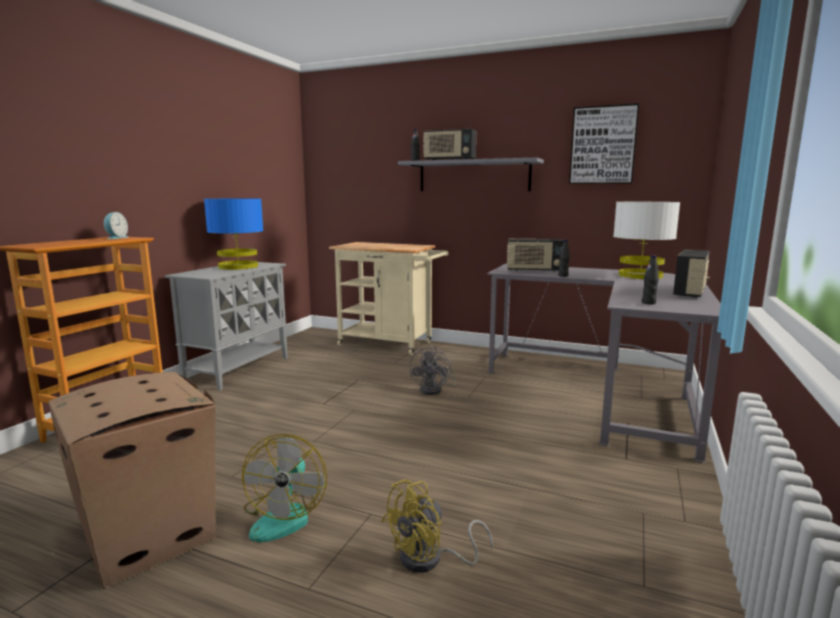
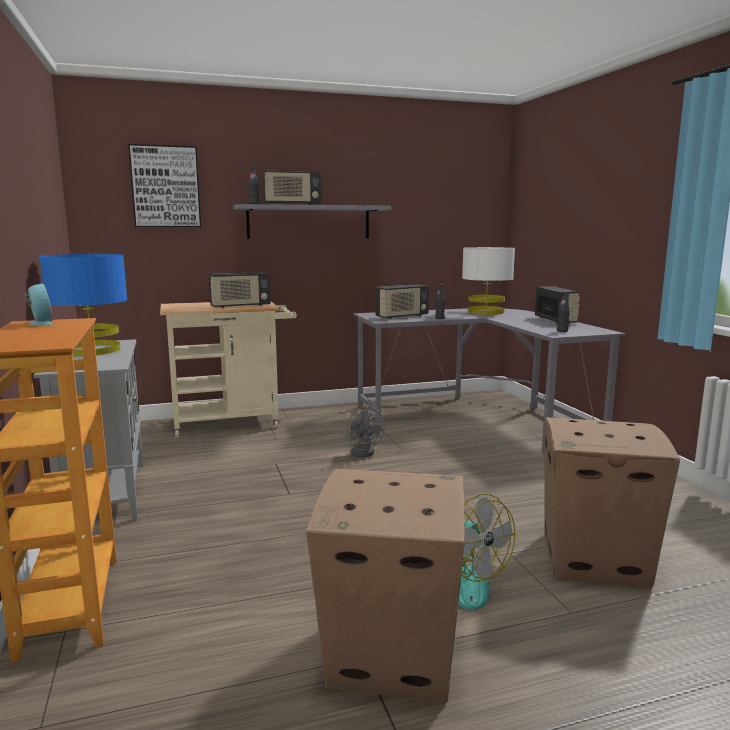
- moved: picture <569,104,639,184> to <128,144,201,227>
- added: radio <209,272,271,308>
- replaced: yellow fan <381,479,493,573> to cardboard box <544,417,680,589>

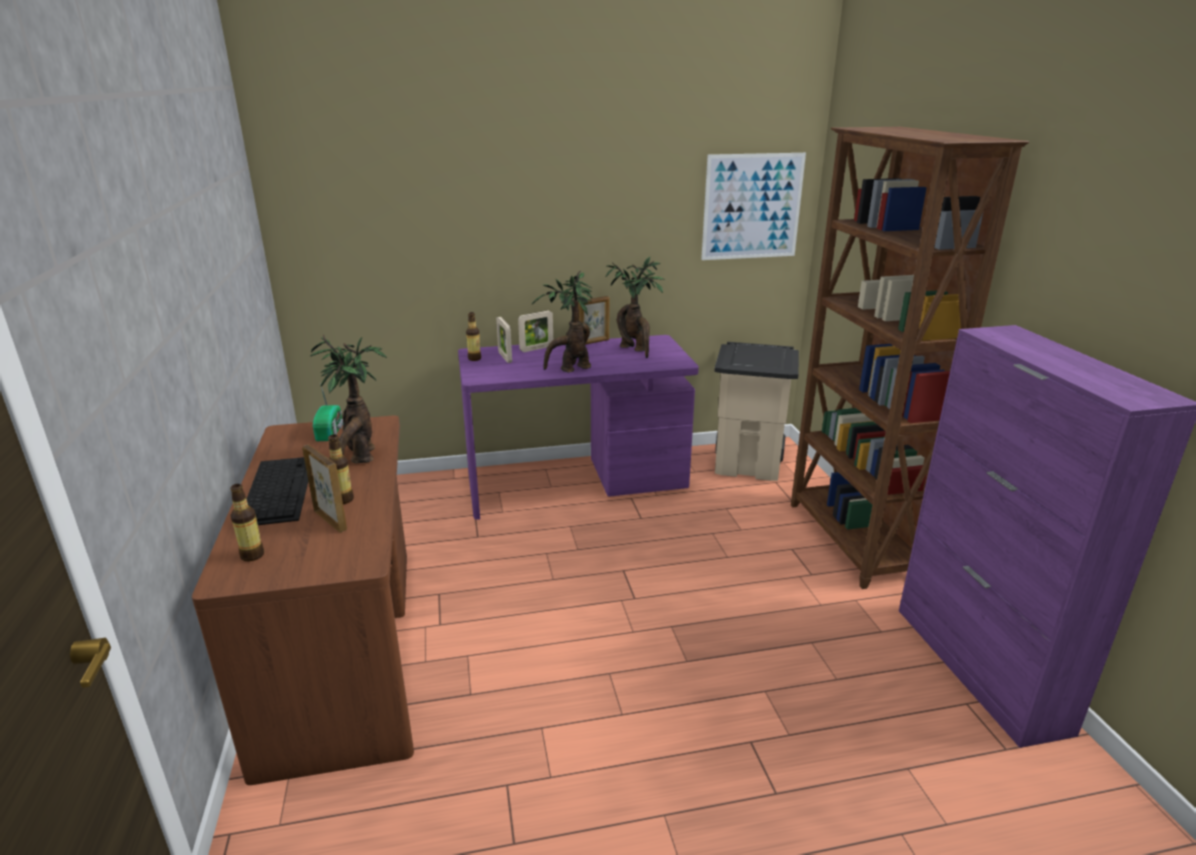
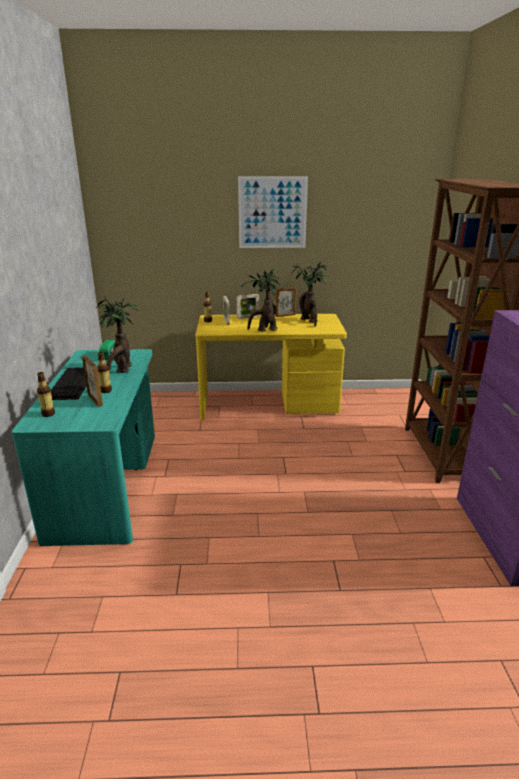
- recoloured: brownish desk unit <192,415,414,785> to turquoise desk unit <12,349,155,546>
- recoloured: purple-coloured desk unit <458,335,699,520> to yellow desk unit <196,314,347,421>
- moved: picture <701,153,806,260> to <238,176,308,248>
- removed: beige-coloured rubbish bin <714,342,799,481>

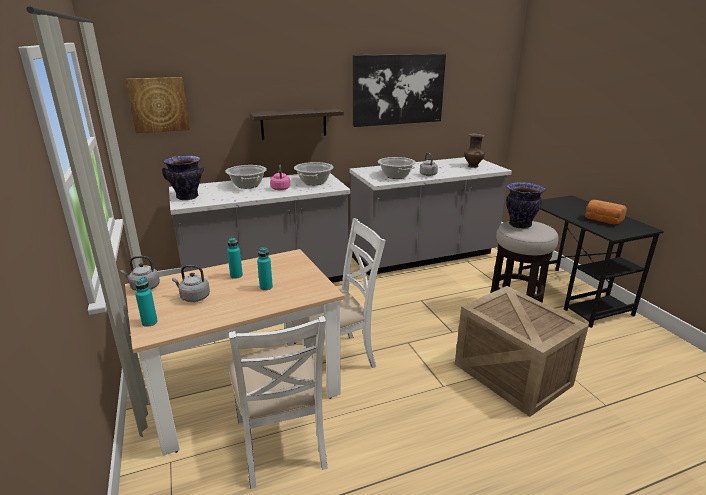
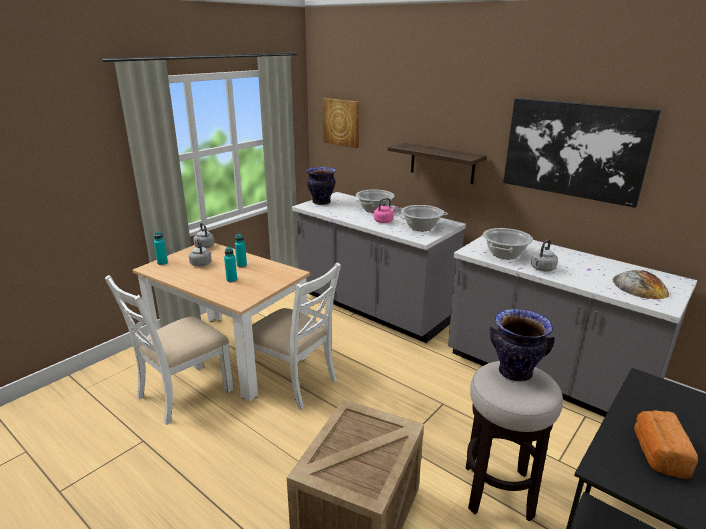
- replaced: brownish decorative vase <464,133,485,168> to baked bread <612,270,669,299>

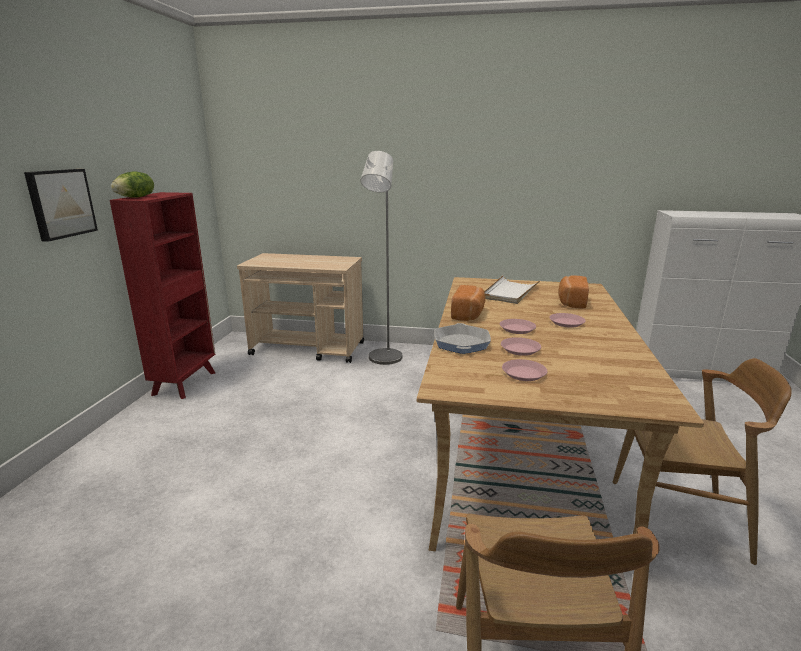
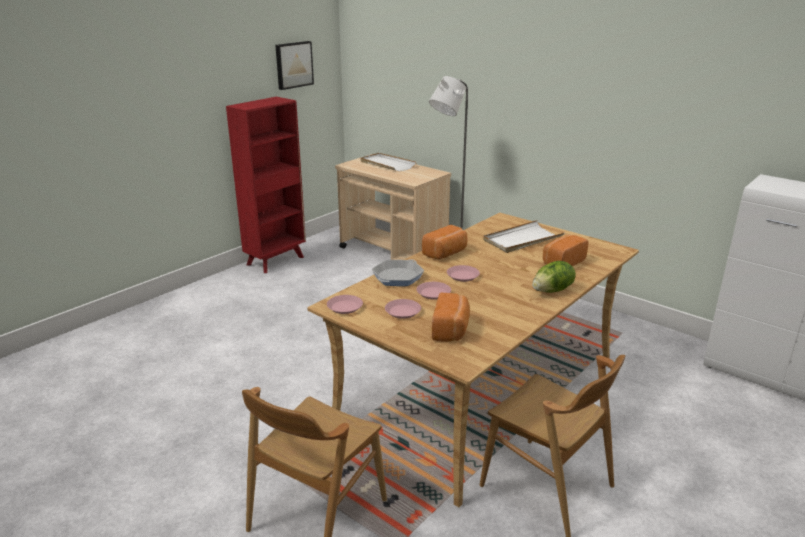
- moved: picture <24,169,98,242> to <275,41,314,90>
- moved: pink flat dish <549,313,586,328> to <327,295,363,314>
- added: whitish carrying tray <360,153,417,171>
- added: baked bread <432,293,470,342>
- moved: head of lettuce <111,171,154,198> to <532,261,576,293>

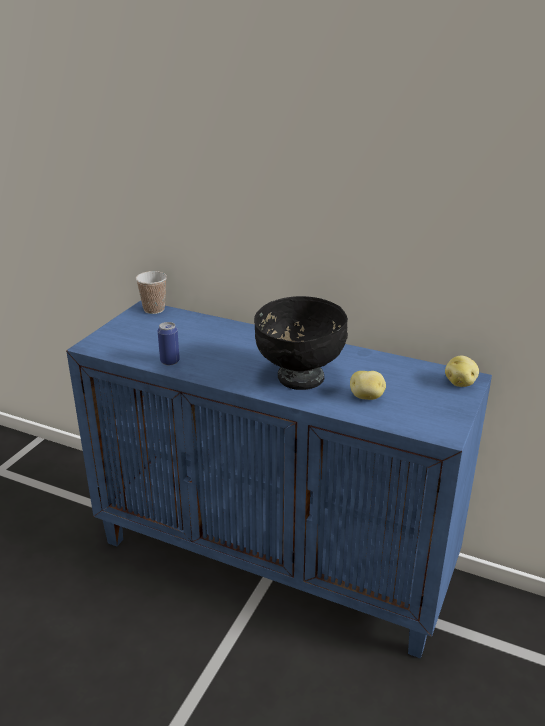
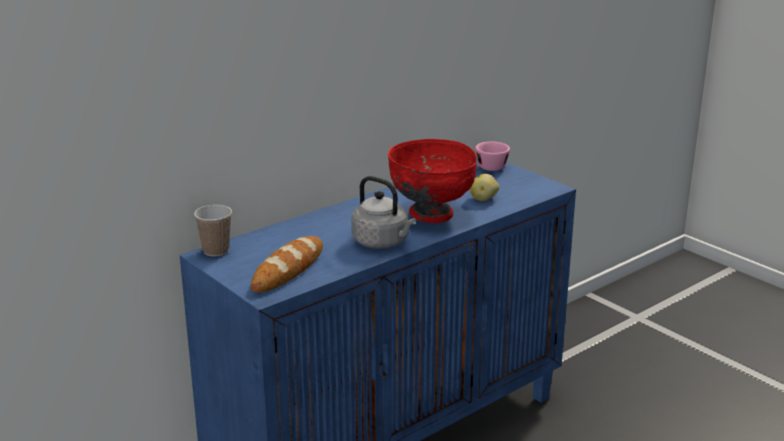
- added: baked bread <251,236,323,293>
- added: gray water kettle <351,176,416,249>
- recoloured: black-coloured serving bowl <254,296,348,390> to red serving bowl <388,139,477,223>
- replaced: potato <445,356,479,387> to pink cup <475,142,510,171>
- removed: sealed can <158,322,180,365>

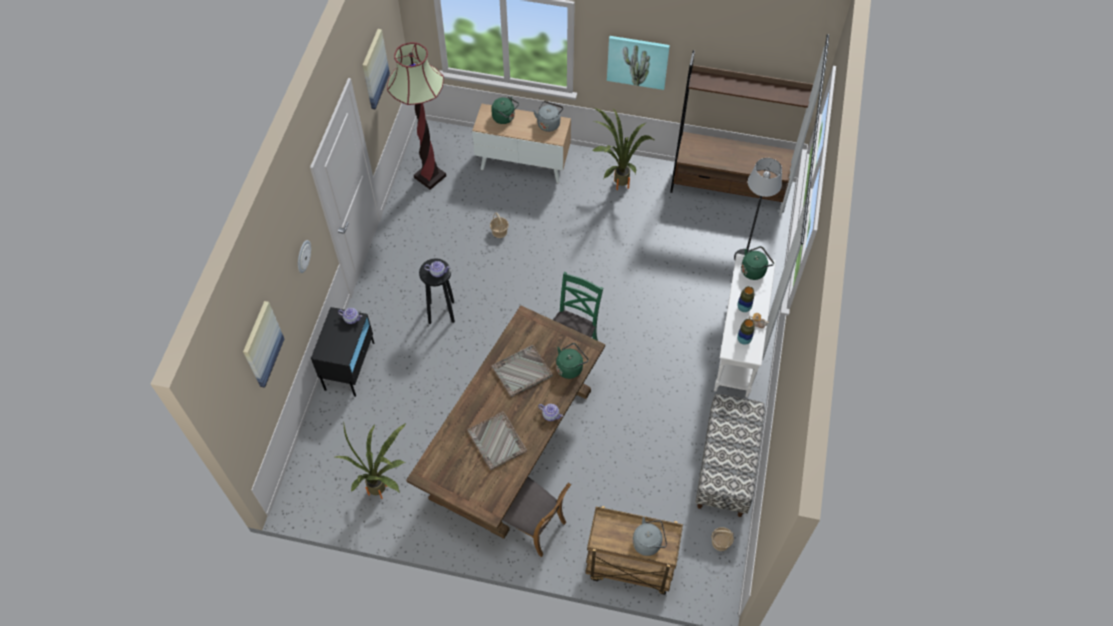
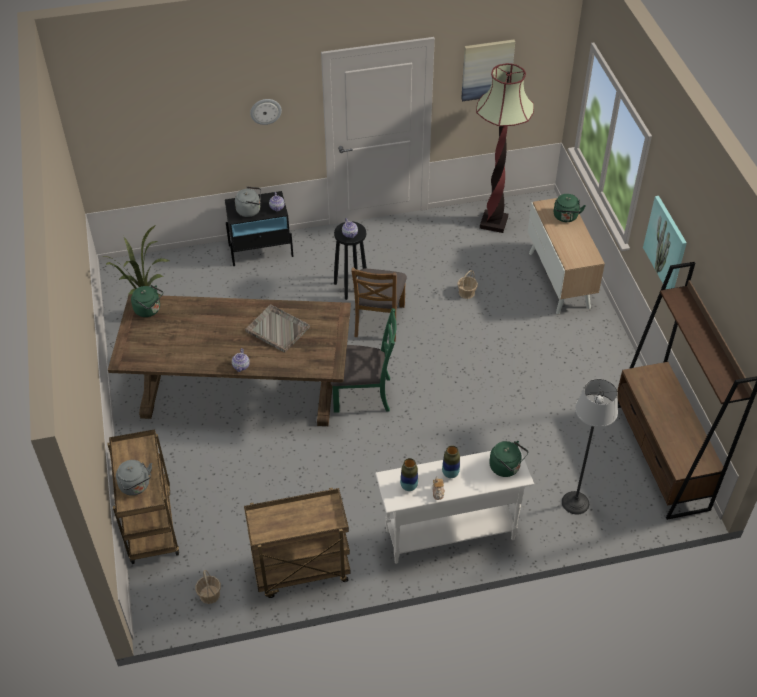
- moved: greenish water kettle <556,343,588,379> to <131,285,163,317>
- moved: gray water kettle <533,101,563,132> to <235,186,261,217>
- replaced: long seat <695,394,765,517> to brownish trolley <244,488,351,598>
- moved: brownish upright chair <498,477,571,557> to <351,268,407,341>
- removed: picture <243,301,284,388>
- removed: gray carrying tray <467,411,527,470>
- removed: plant in a pot <592,108,654,190>

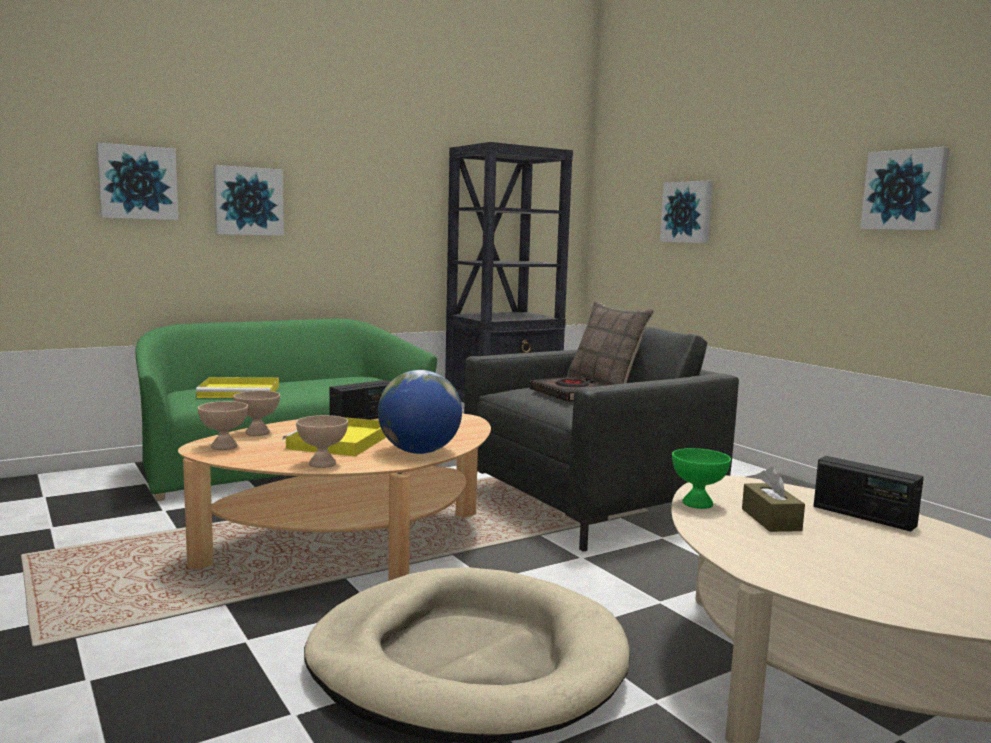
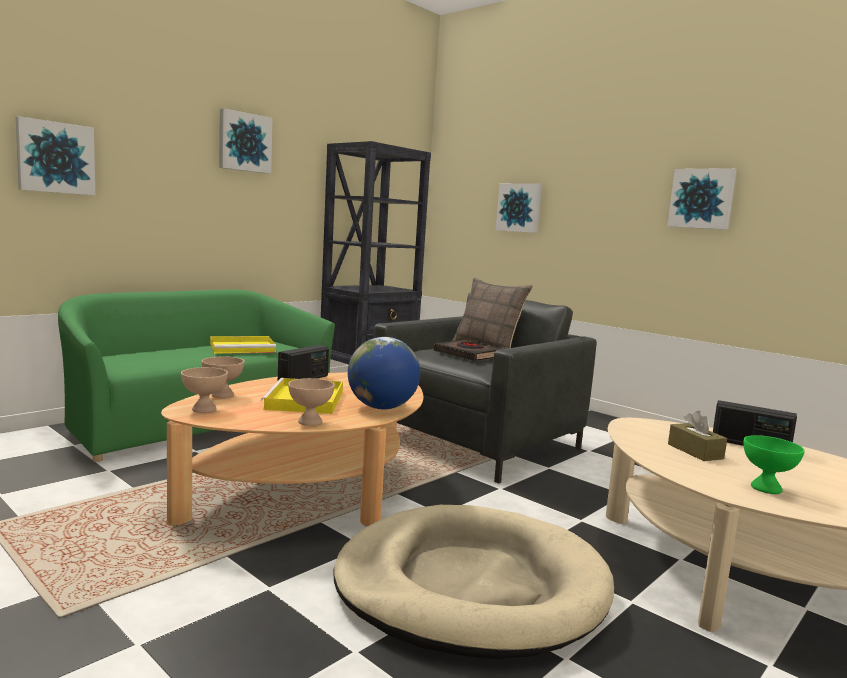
- moved: yellow carrying tray <196,377,279,398> to <210,336,276,354>
- moved: picture <213,165,284,236> to <219,108,272,174>
- moved: greenish serving bowl <672,448,731,509> to <743,435,805,494>

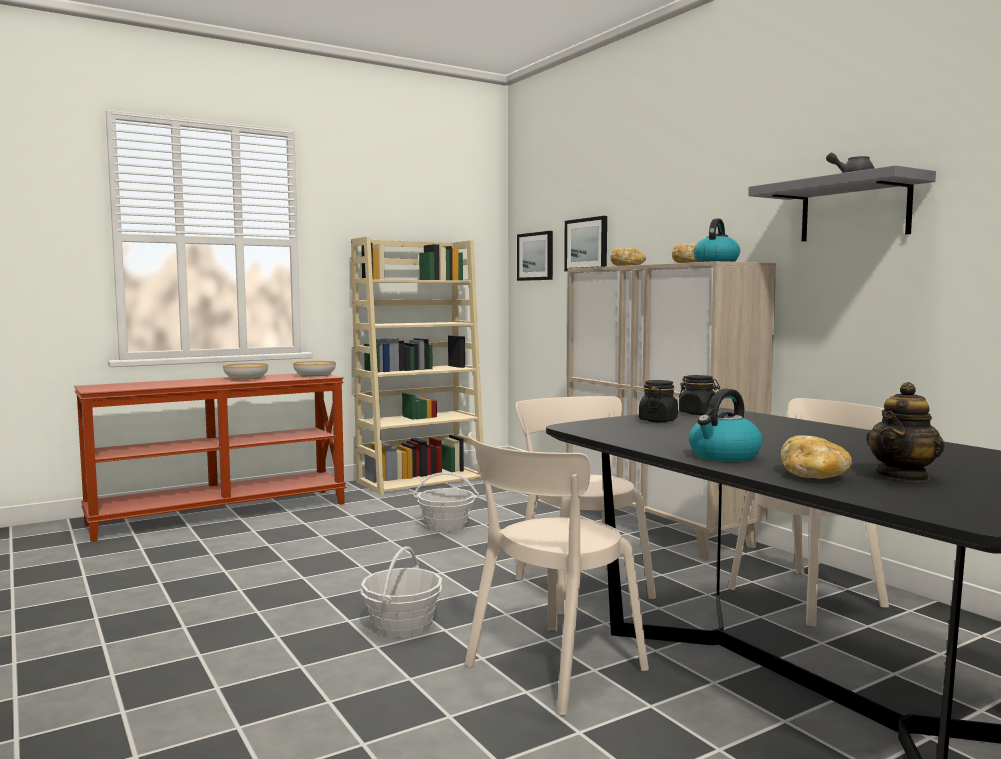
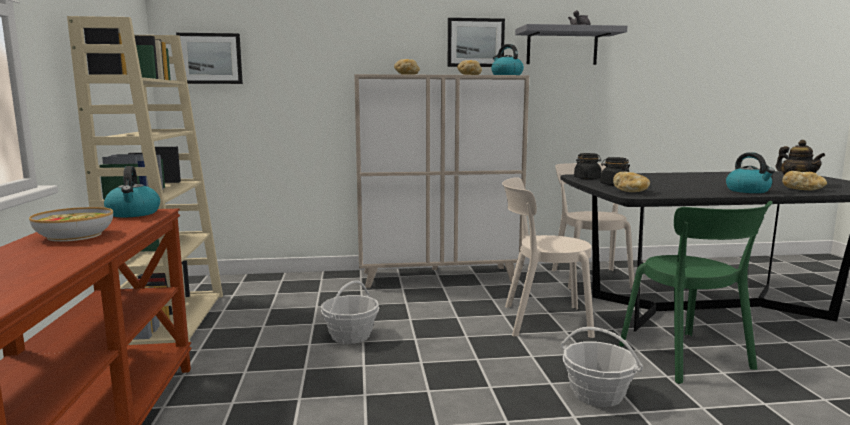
- replaced: serving bowl <293,361,336,377> to water kettle <104,166,160,217>
- moved: picture <564,216,607,271> to <448,18,505,67>
- added: baked bread <613,172,650,192>
- recoloured: beige-coloured upright chair <464,432,649,716> to greenish upright chair <619,201,772,384>

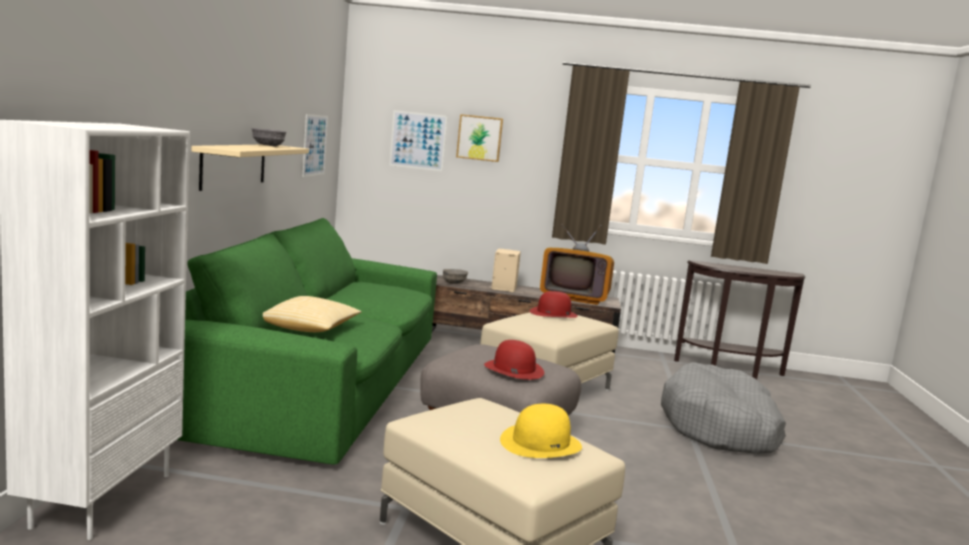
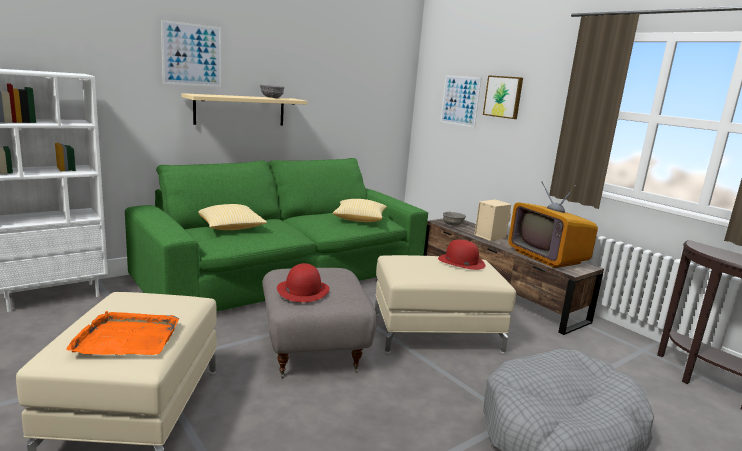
- replaced: yellow clothing hat <500,404,582,458> to orangey carrying tray <66,311,179,355>
- moved: picture <303,114,328,177> to <161,20,221,87>
- added: throw pillow <333,199,387,222>

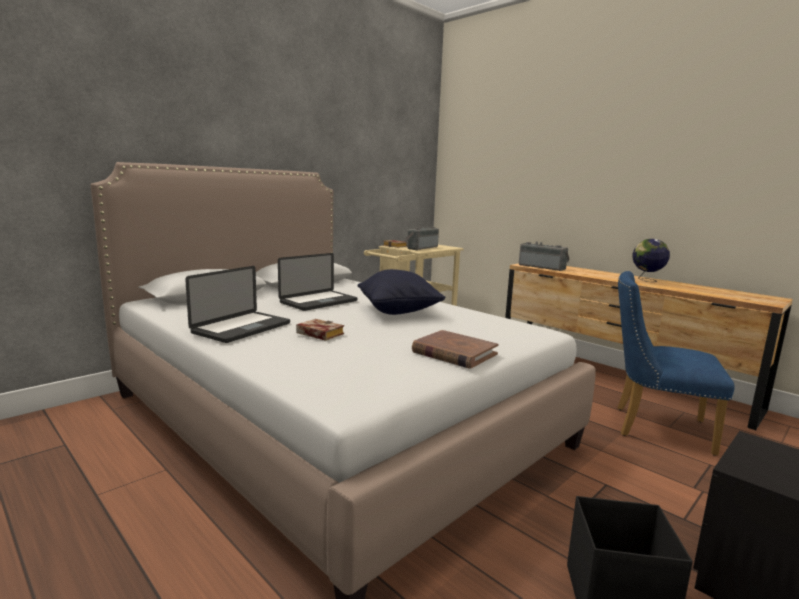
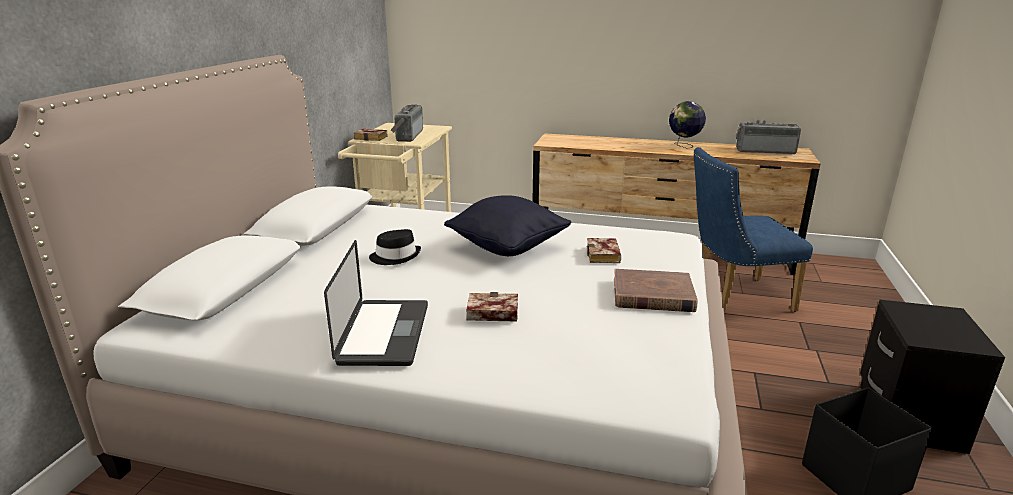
- replaced: portable computer <278,253,358,311> to black-coloured clothing hat <369,229,421,265>
- added: volume <587,238,621,263>
- moved: radio <519,242,570,271> to <736,120,801,154>

